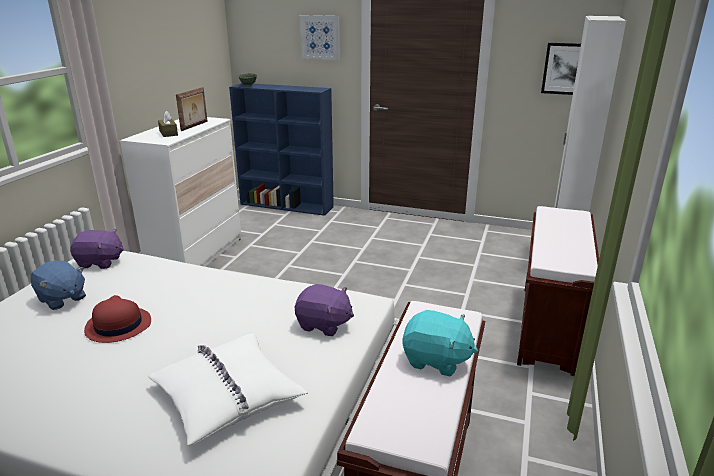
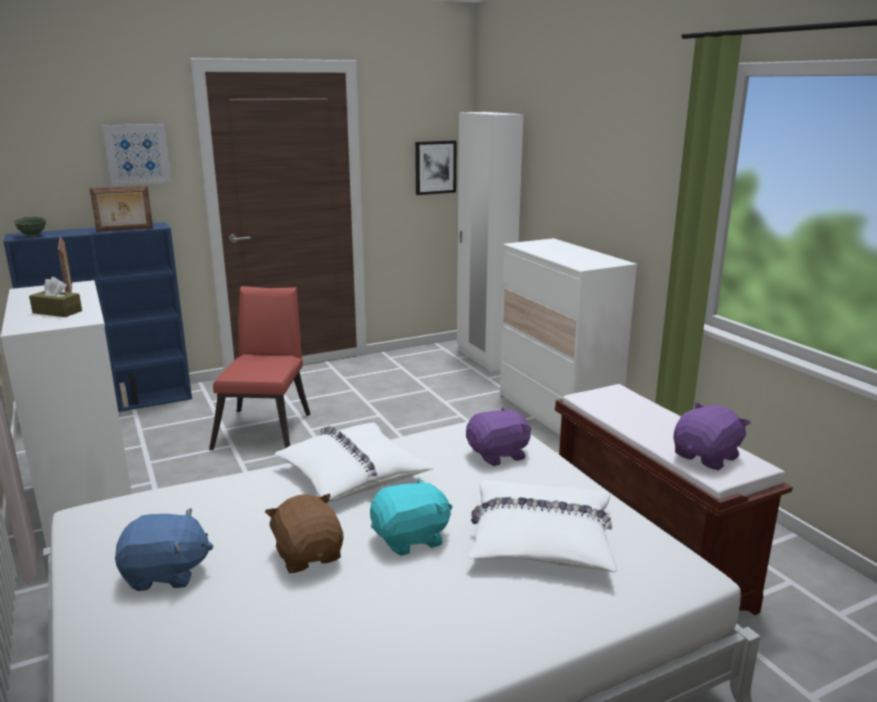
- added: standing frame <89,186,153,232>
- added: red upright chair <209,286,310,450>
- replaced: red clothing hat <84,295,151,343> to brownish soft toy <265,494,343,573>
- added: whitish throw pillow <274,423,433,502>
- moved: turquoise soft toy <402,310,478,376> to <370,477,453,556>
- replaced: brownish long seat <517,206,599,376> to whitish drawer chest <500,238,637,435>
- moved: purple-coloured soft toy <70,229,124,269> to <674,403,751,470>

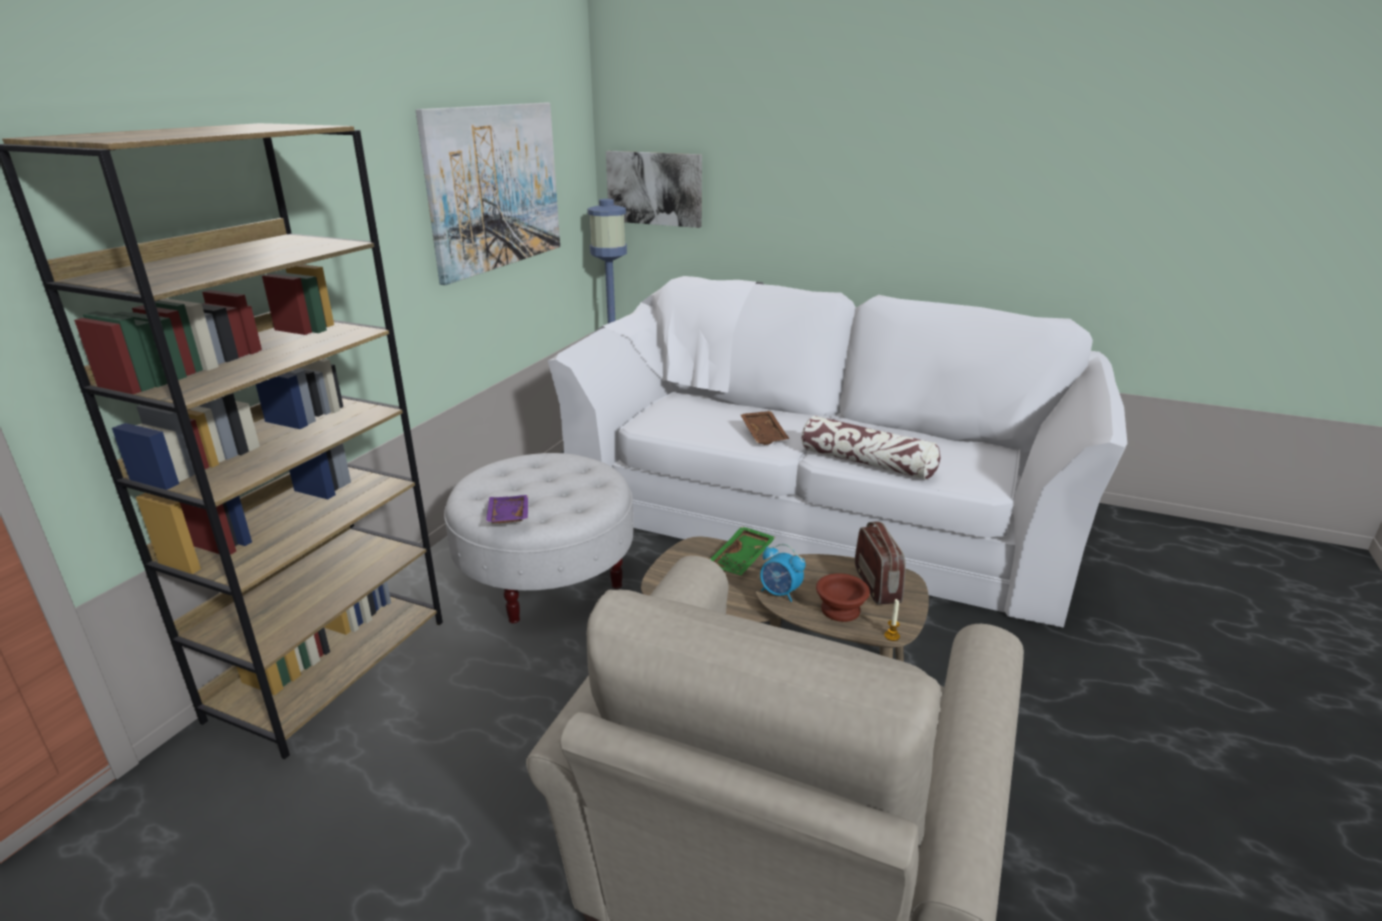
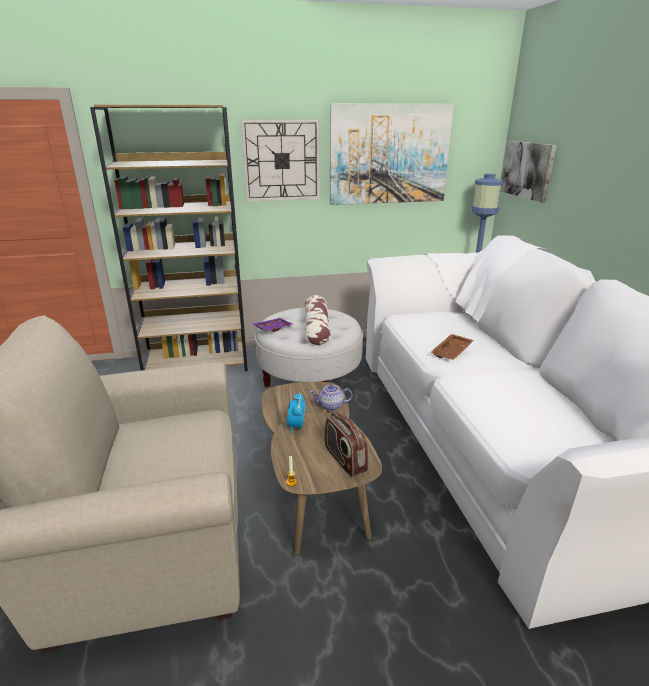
- added: clock on the wall <241,119,320,201>
- moved: throw pillow <802,416,940,480> to <305,295,331,345>
- replaced: greenish carrying tray <710,526,776,575> to teapot <310,384,353,411>
- turned: radio <855,521,906,605> = <325,412,369,477> 105 degrees clockwise
- removed: brownish serving bowl <816,573,870,622>

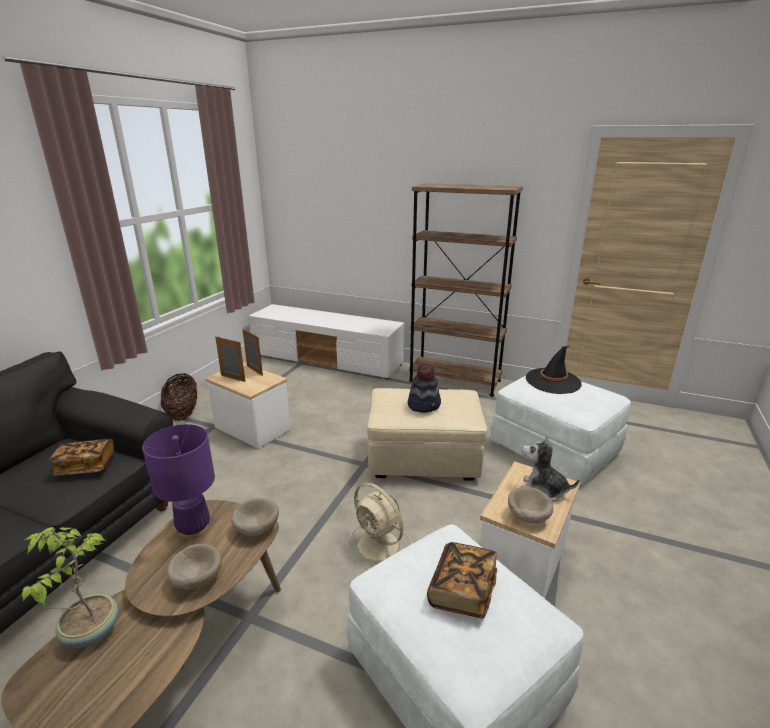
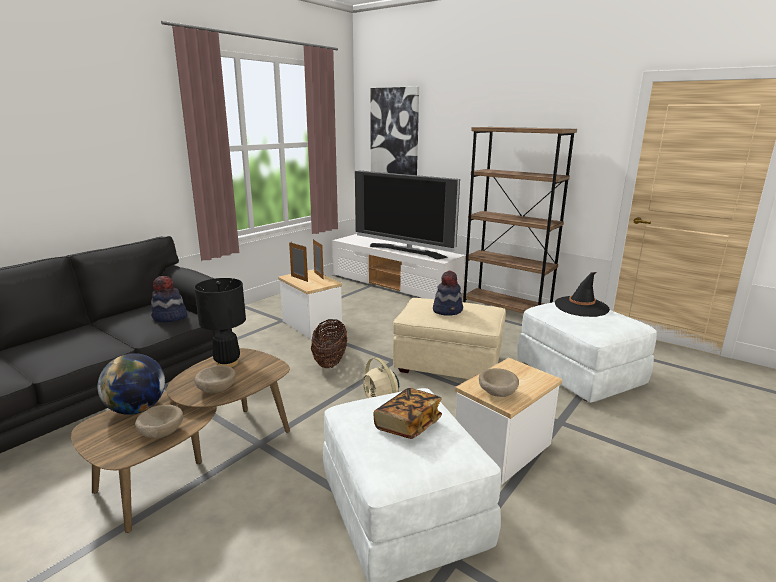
- replaced: plant in a pot <21,527,118,648> to desk globe <97,353,165,415>
- moved: beige-coloured serving bowl <231,498,279,536> to <135,405,183,438>
- replaced: volume <48,439,114,476> to clothing hat <151,276,187,322>
- recoloured: purple-coloured tabletop lamp <142,424,215,540> to black-coloured tabletop lamp <194,278,246,367>
- moved: household basket <161,373,198,421> to <311,319,347,368>
- added: television <355,170,460,259>
- added: picture <370,87,419,175>
- removed: soft toy <521,436,580,502>

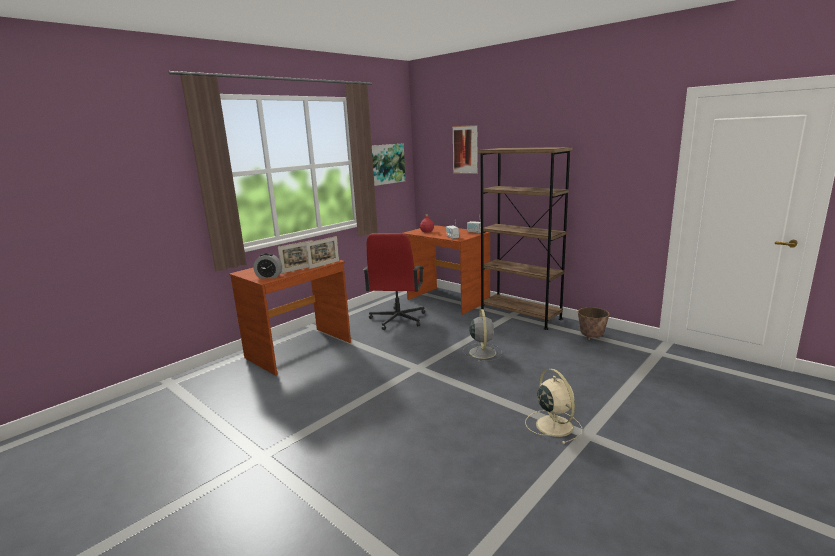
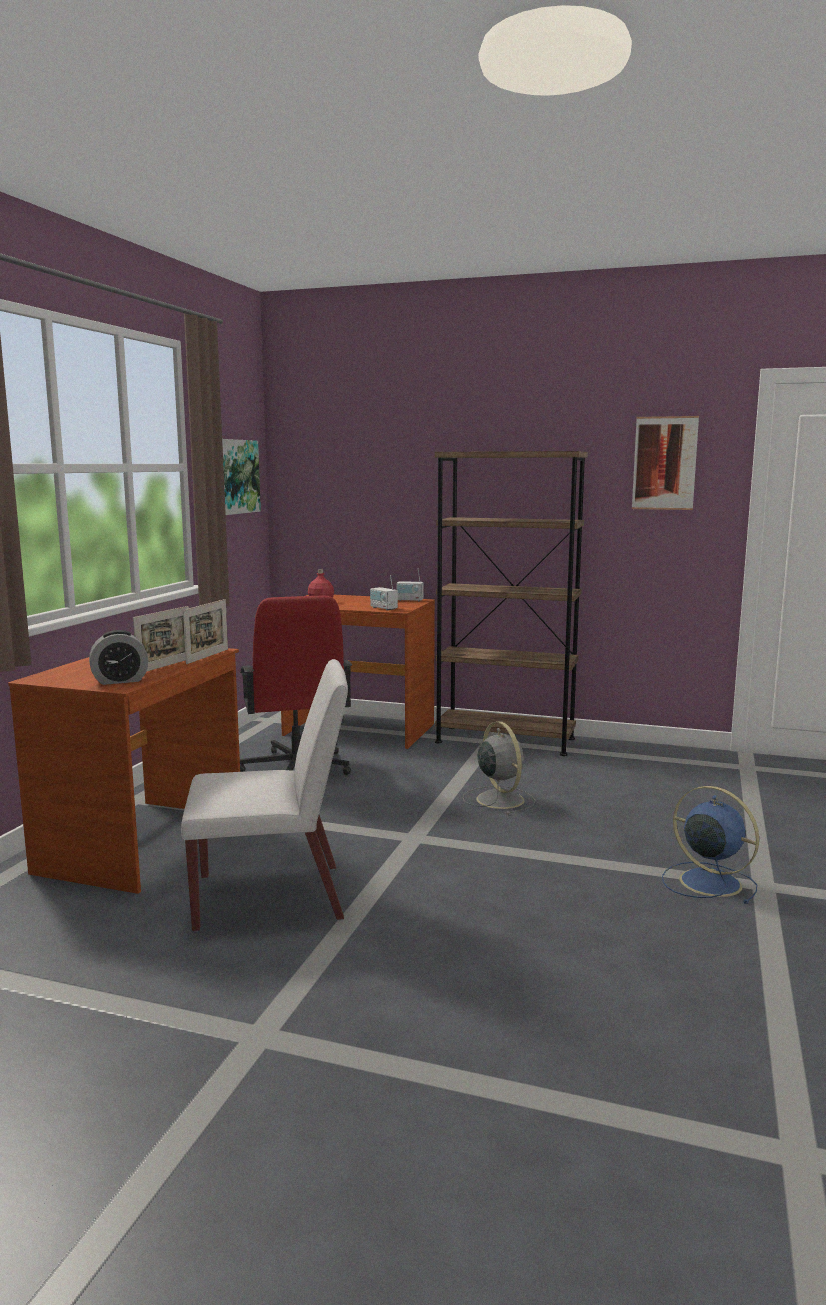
- added: whitish upright chair <181,659,348,932>
- moved: picture <452,125,478,174> to <632,416,699,510>
- recoloured: beige-coloured fan <525,369,582,444> to blue-coloured fan <662,786,759,904>
- removed: planter <578,307,609,340>

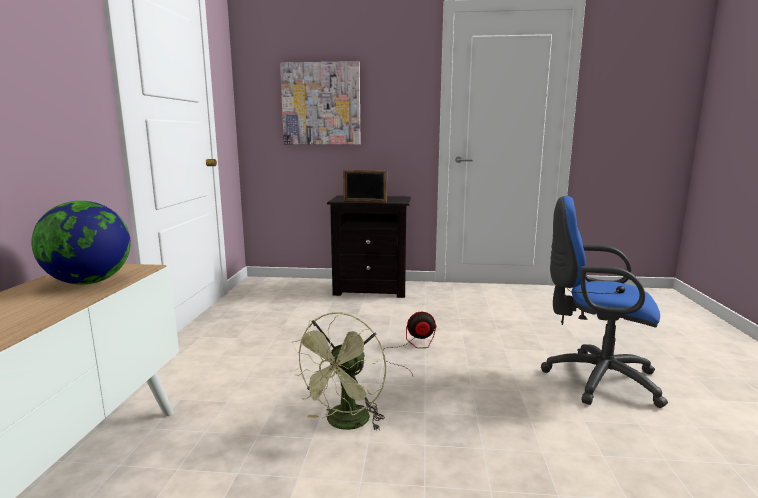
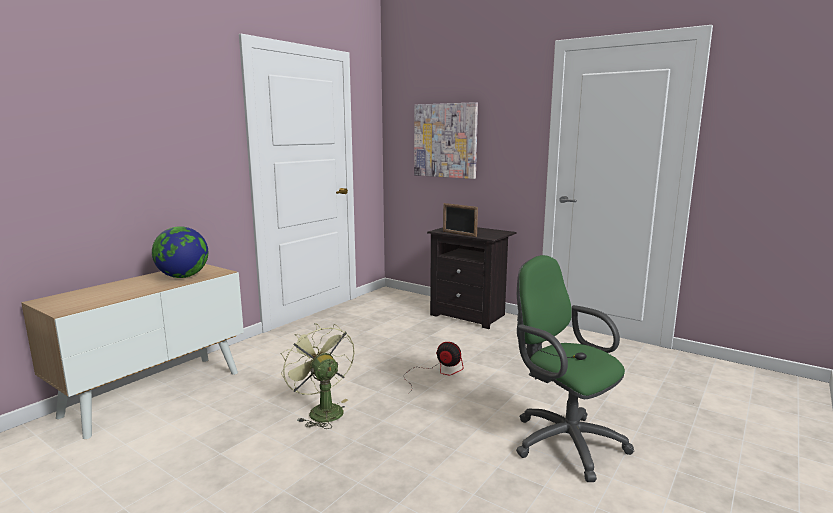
- turned: greenish fan <290,312,386,431> = <281,323,355,429> 90 degrees clockwise
- recoloured: blue-coloured desk chair <541,196,668,408> to greenish desk chair <516,255,634,482>

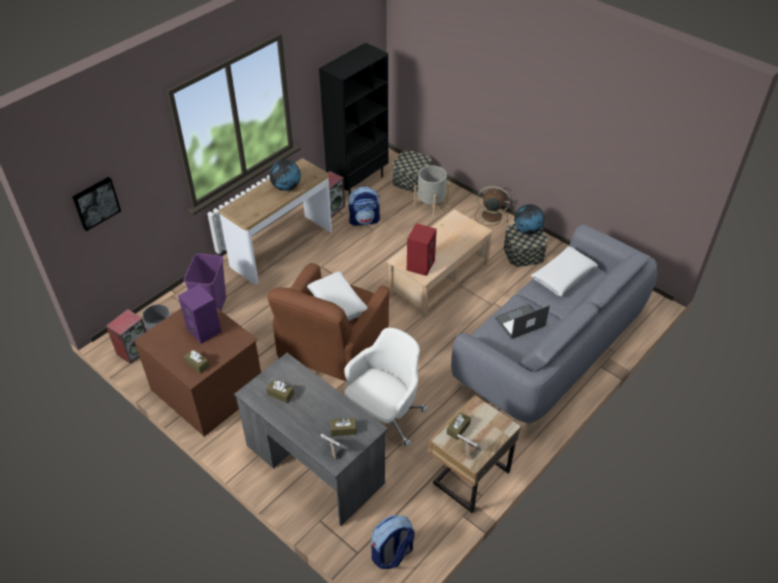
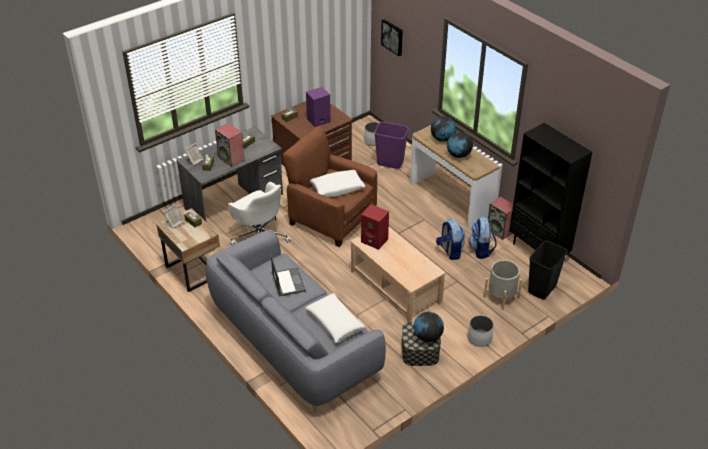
- moved: loudspeaker <106,309,147,364> to <215,123,245,167>
- added: desk globe <431,116,456,142>
- moved: rucksack <371,515,415,569> to <436,218,465,260>
- replaced: brownish fan <475,186,510,226> to whitish planter <468,315,494,347>
- replaced: storage container <392,150,432,192> to black-coloured rubbish bin <528,241,568,299>

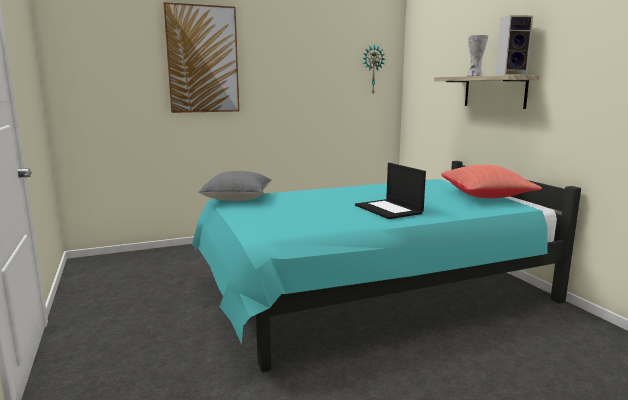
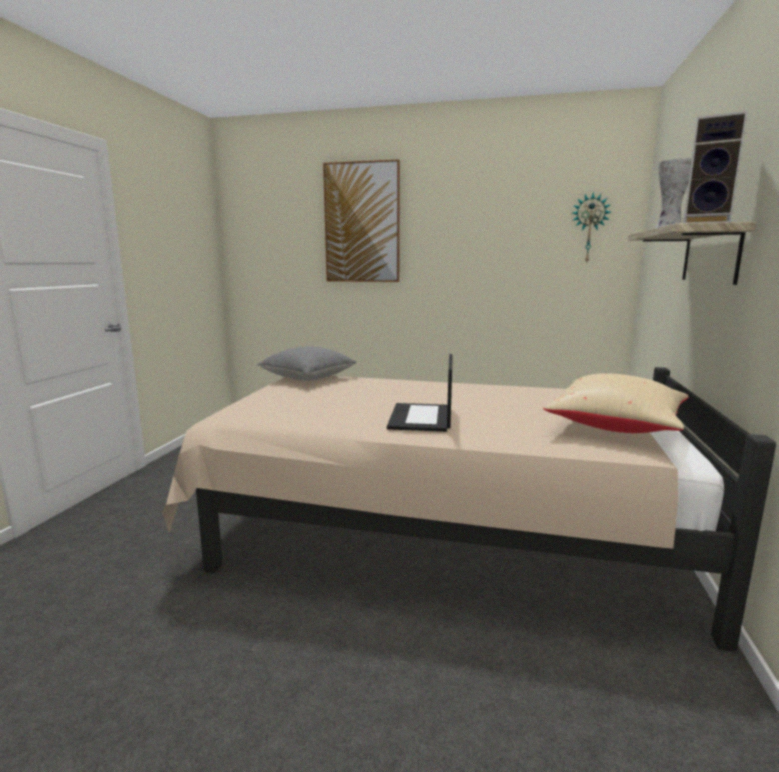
- recoloured: turquoise bed <192,161,581,372> to beige-coloured bed <162,367,776,652>
- recoloured: red throw pillow <441,165,542,198> to beige-coloured throw pillow <543,373,689,433>

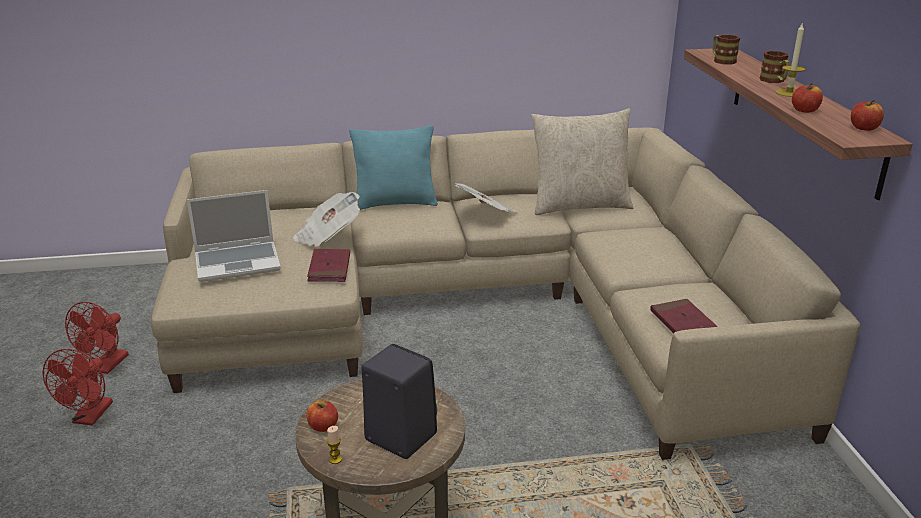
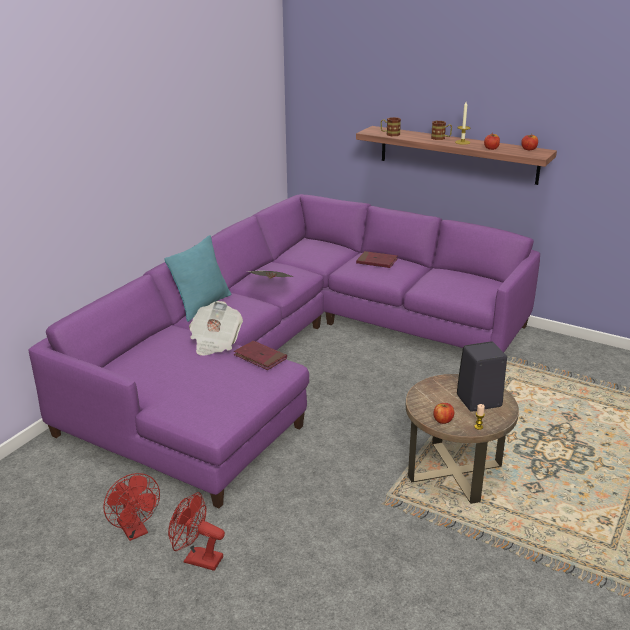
- recoloured: beige-coloured settee <151,128,860,460> to purple-coloured settee <28,194,540,508>
- turned: red fan <43,349,113,425> = <168,492,225,571> 150 degrees clockwise
- moved: red volume <650,299,718,333> to <356,251,398,268>
- removed: portable computer <187,190,281,282>
- removed: beige-coloured throw pillow <531,109,633,215>

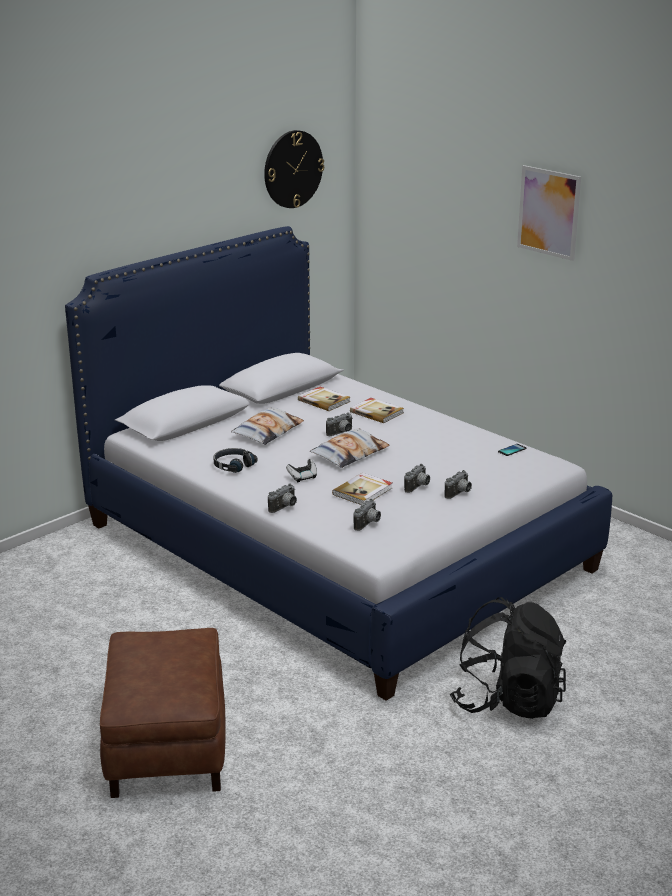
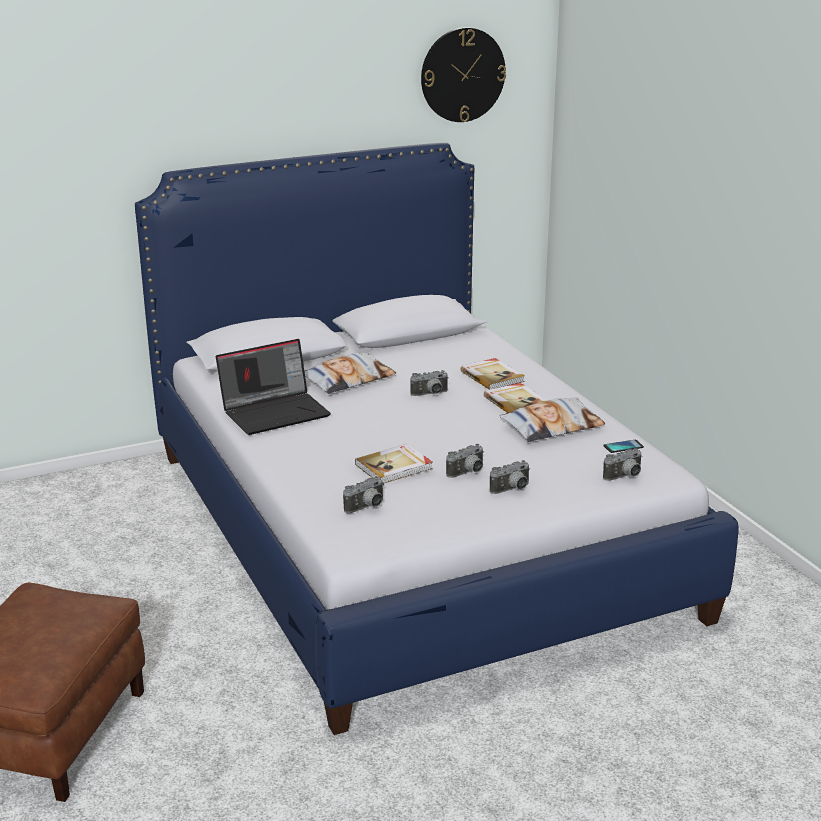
- replaced: black-coloured headphones <214,448,258,473> to portable computer <216,339,331,435>
- moved: volume <298,387,351,411> to <484,383,548,413>
- moved: throw pillow <310,428,389,468> to <500,398,605,442>
- moved: still camera <268,483,297,513> to <603,448,643,481>
- removed: gamepad <286,459,317,482>
- removed: black-coloured rucksack <450,597,566,719>
- removed: picture <517,165,581,261>

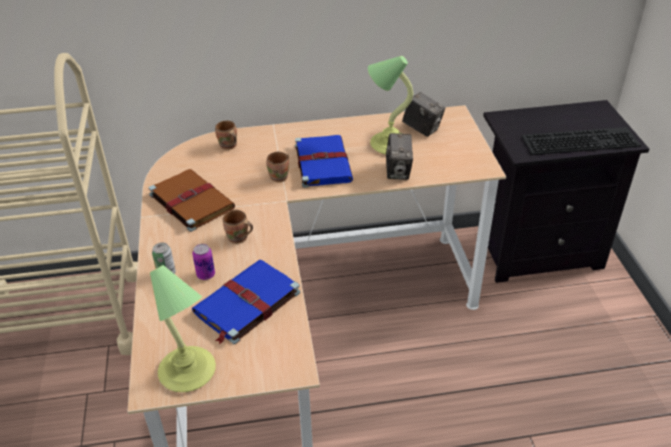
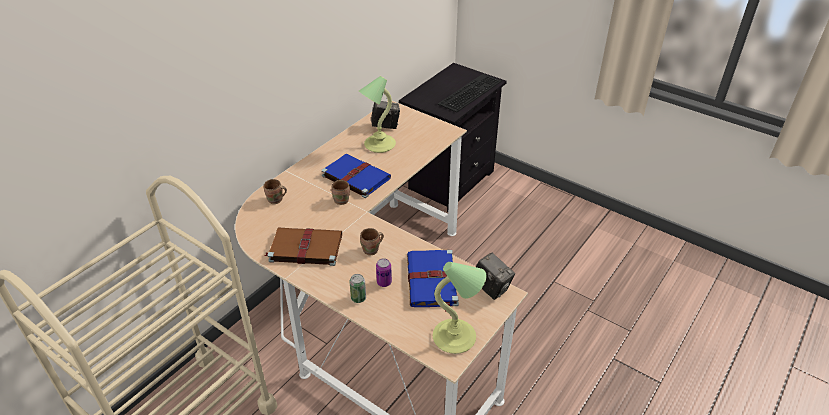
- moved: still camera <386,133,413,180> to <476,252,515,300>

